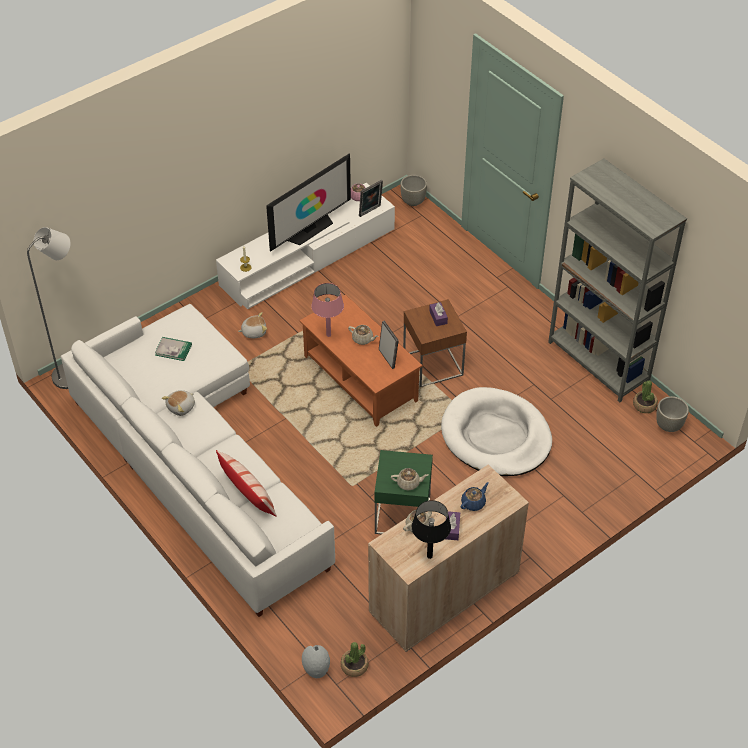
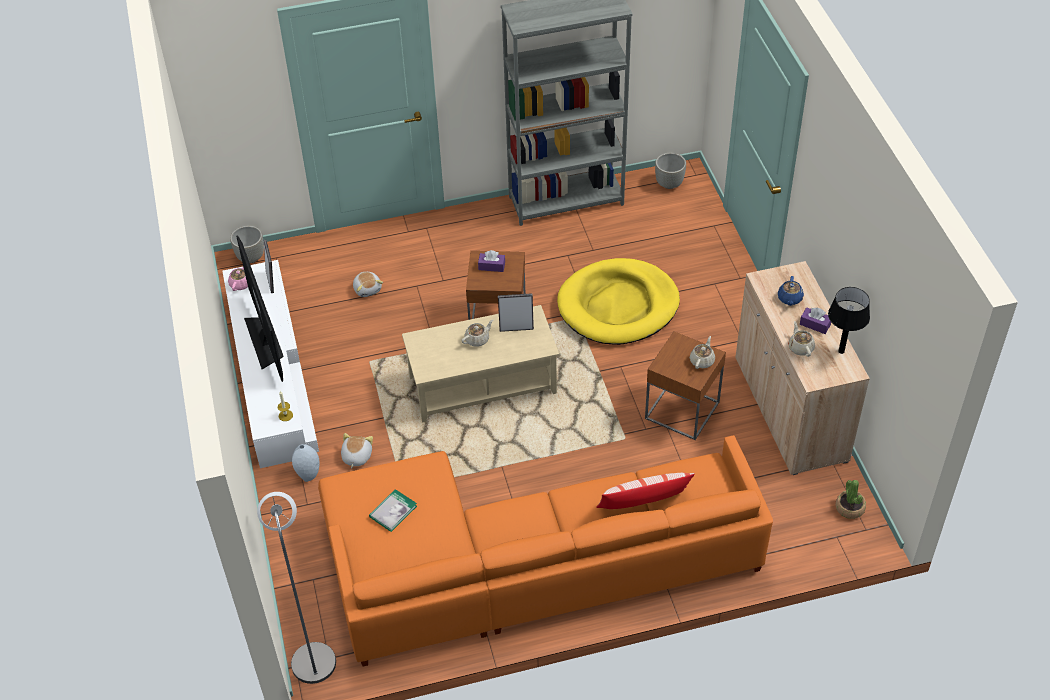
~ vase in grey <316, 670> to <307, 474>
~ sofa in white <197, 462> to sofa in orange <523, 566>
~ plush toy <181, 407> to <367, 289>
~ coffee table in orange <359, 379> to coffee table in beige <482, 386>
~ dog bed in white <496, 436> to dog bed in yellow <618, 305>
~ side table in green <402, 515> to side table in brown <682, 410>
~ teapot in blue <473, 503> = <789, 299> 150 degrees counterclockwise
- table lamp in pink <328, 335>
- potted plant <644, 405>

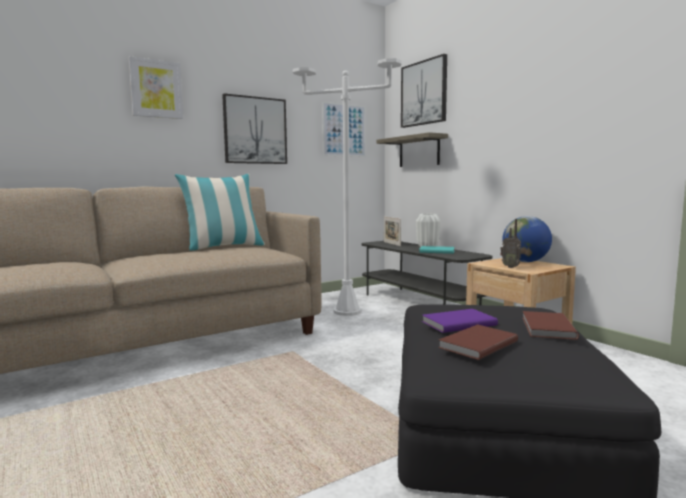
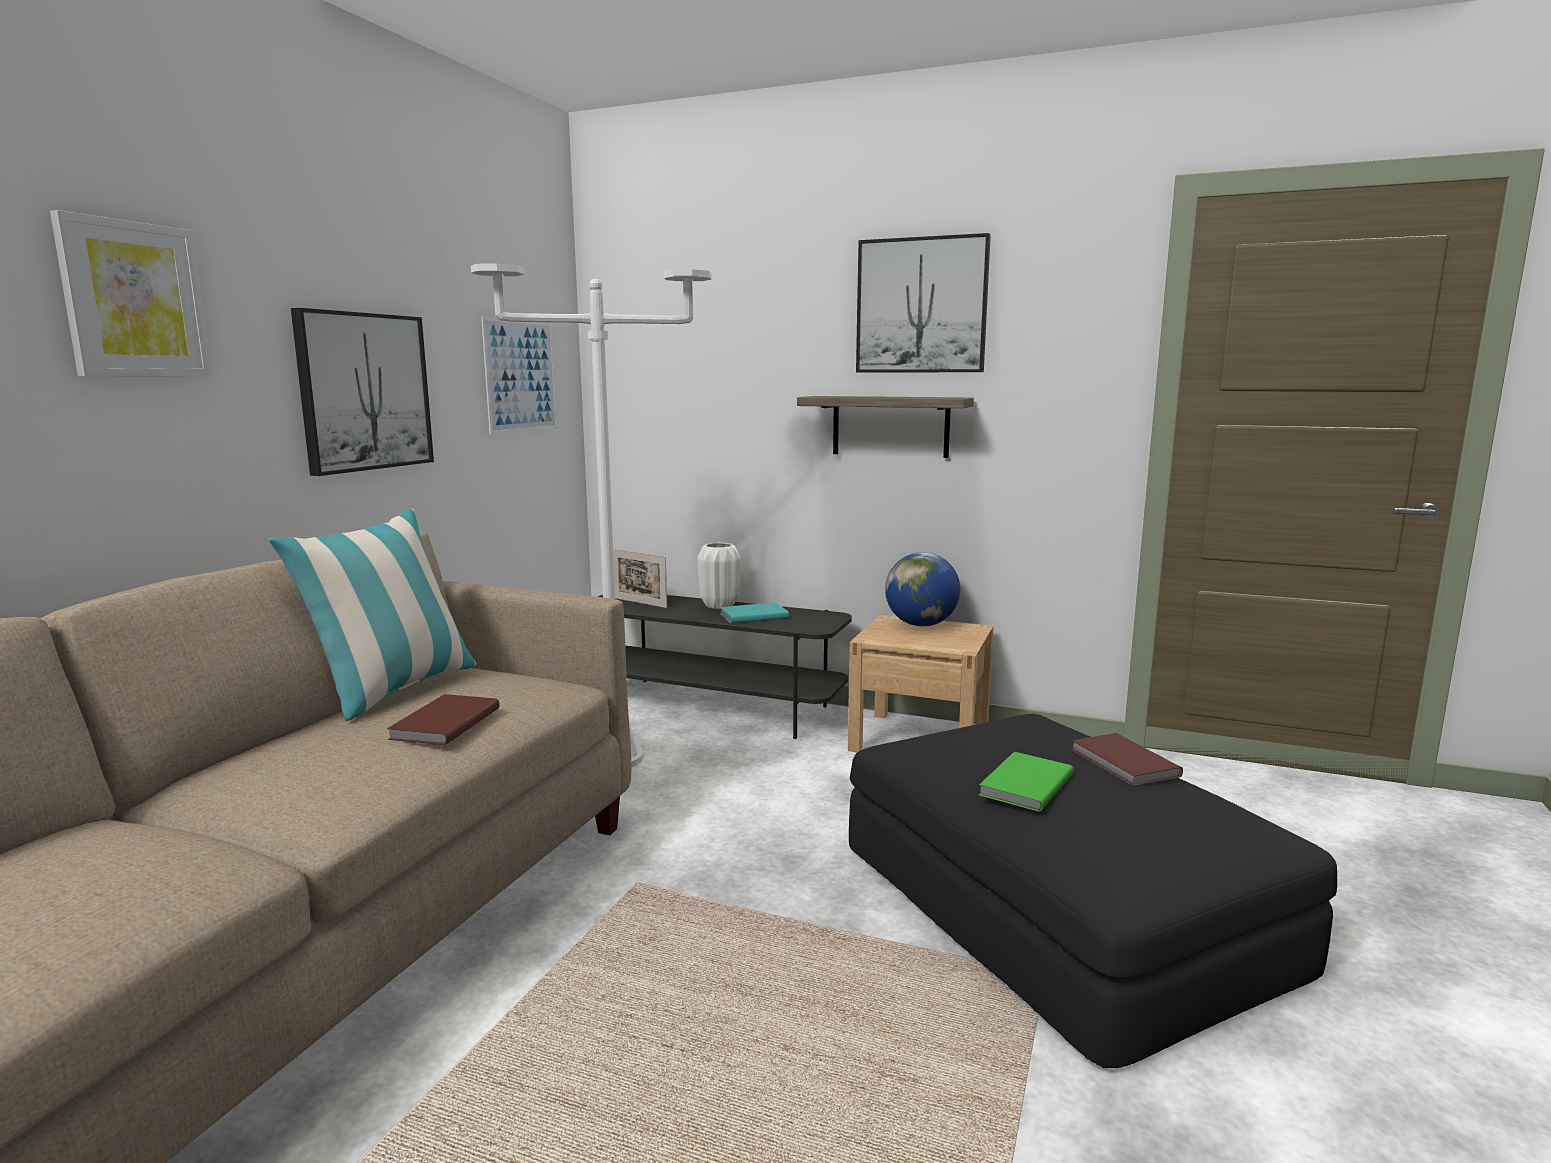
~ book in brown <476, 344> to <443, 724>
~ shelf <419, 151> to <890, 426>
~ picture <424, 93> to <921, 306>
~ book in purple <457, 323> to book in green <1023, 785>
- radio <510, 267>

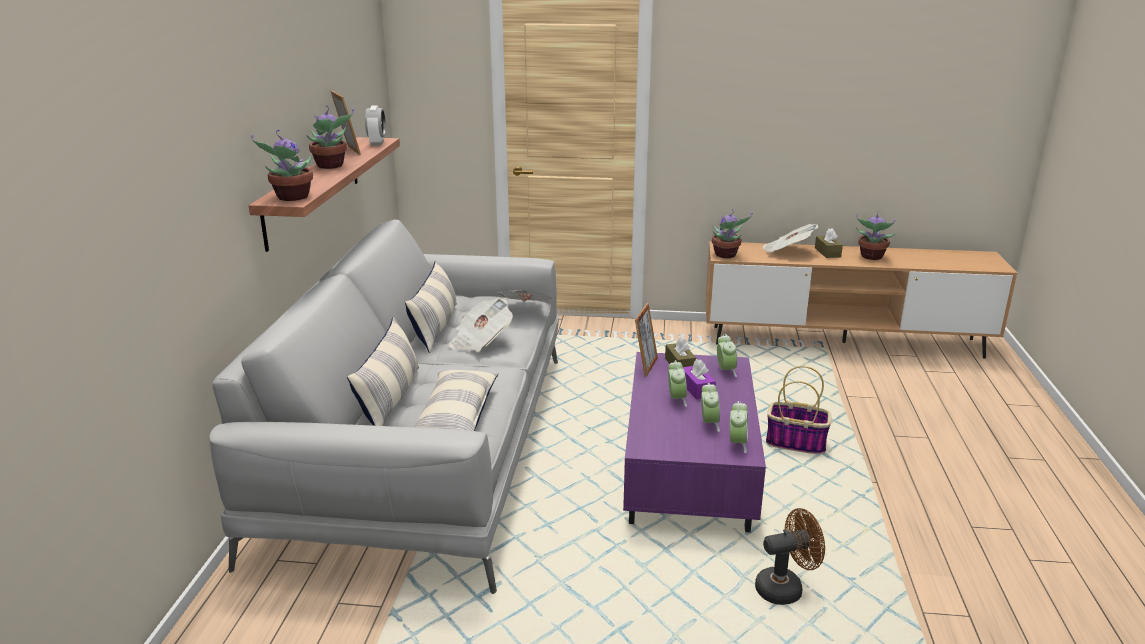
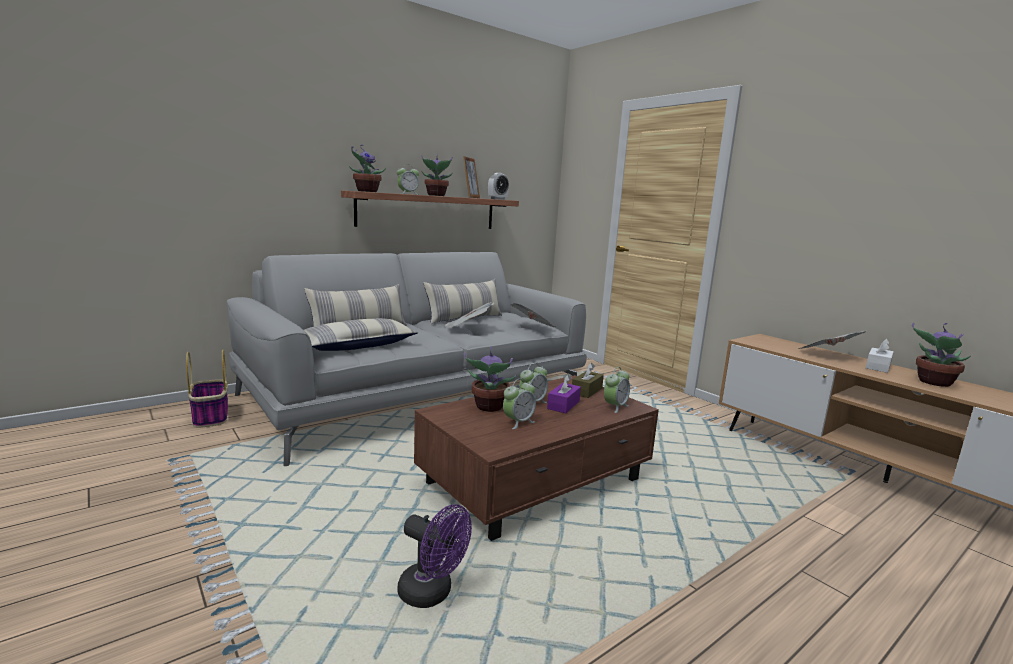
~ basket <796, 443> to <210, 417>
~ alarm clock <737, 443> to <408, 194>
~ fan in brown <785, 588> to fan in purple <432, 593>
~ coffee table in purple <689, 470> to coffee table in brown <537, 481>
~ potted plant <726, 255> to <489, 407>
~ tissue box in brown <827, 252> to tissue box in white <878, 367>
- picture frame <645, 366>

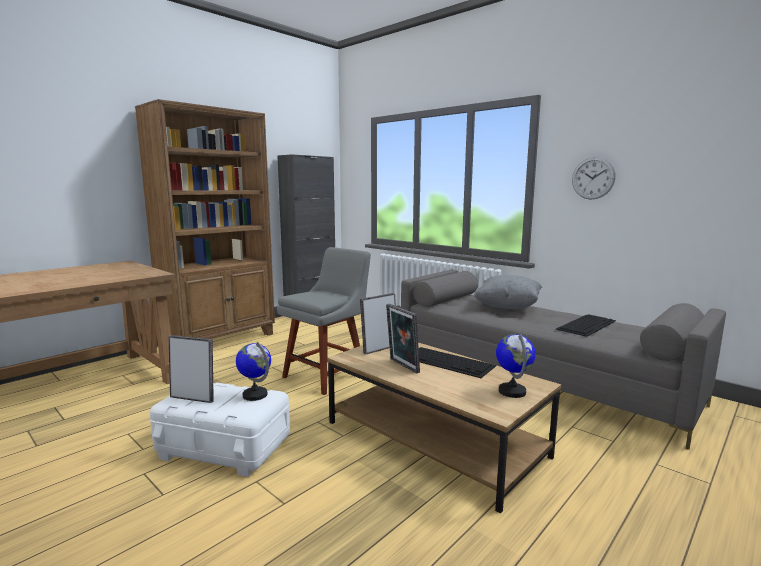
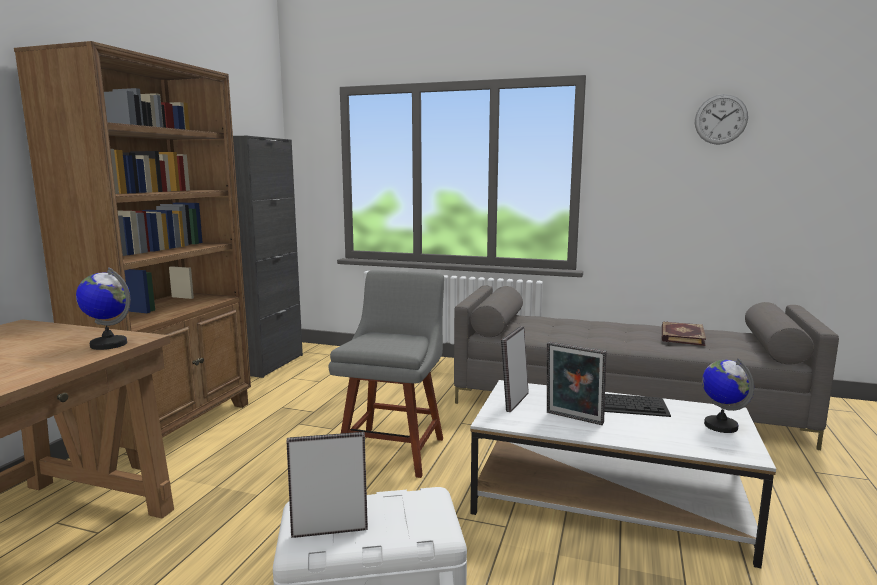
~ globe <255, 395> to <109, 344>
~ coffee table in brown <434, 438> to coffee table in white <607, 501>
~ keyboard <586, 324> to book <681, 336>
~ wall clock <593, 178> to <721, 119>
- pillow in grey <507, 307>

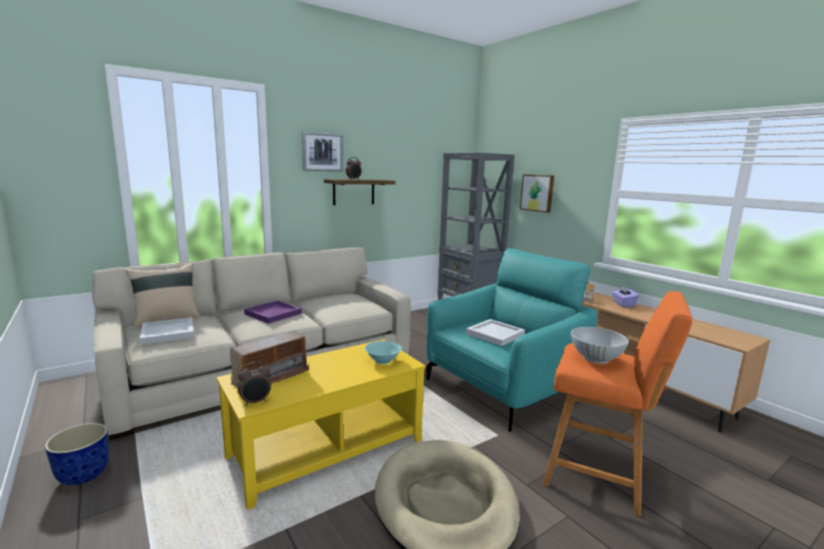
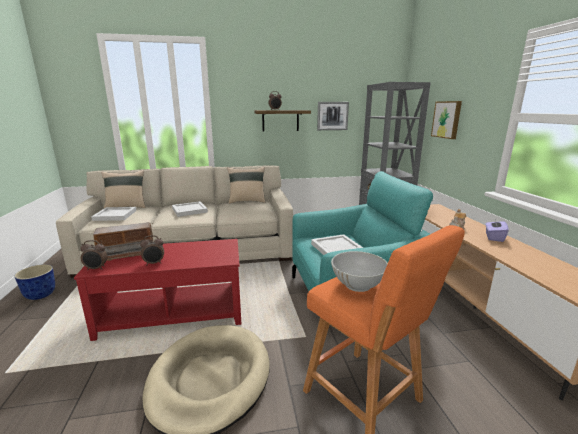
~ coffee table in yellow <327, 448> to coffee table in red <174, 313>
+ alarm clock <154, 263>
~ tray in purple <273, 313> to tray in white <190, 210>
+ pillow in beige <247, 201>
~ picture <322, 152> to <332, 116>
- bowl in turquoise <383, 360>

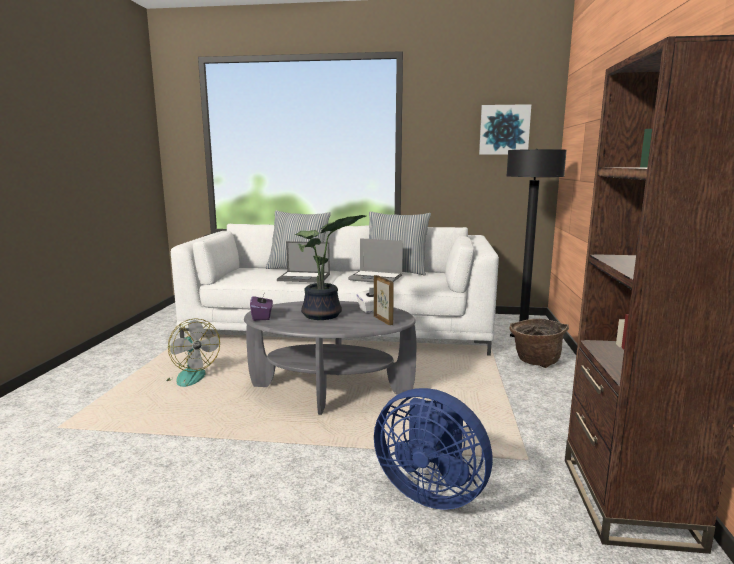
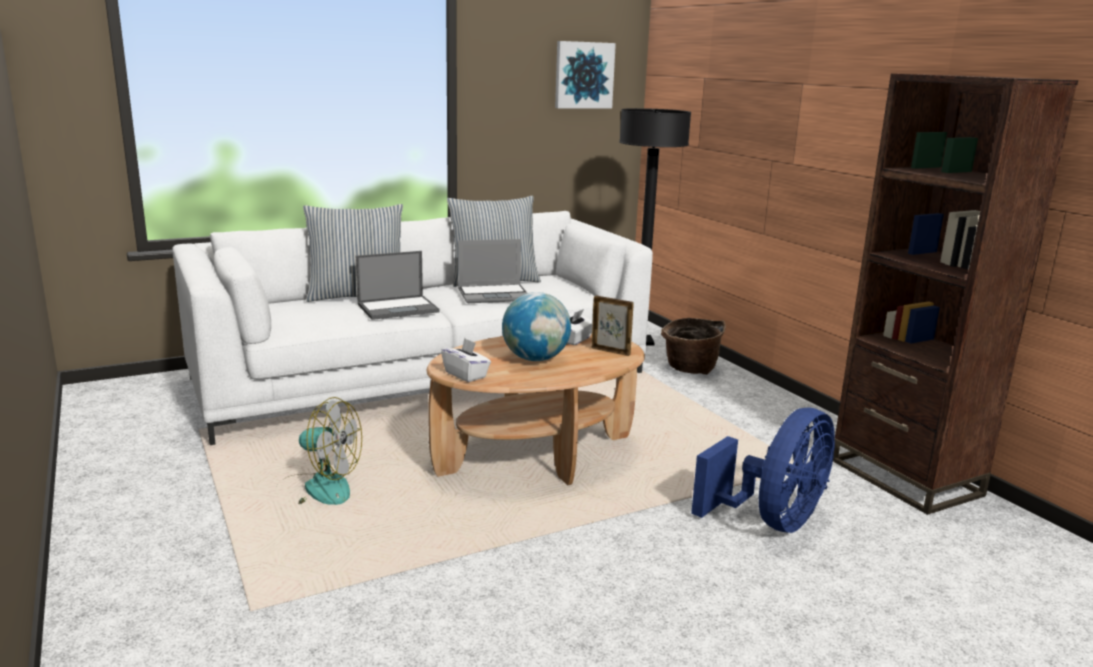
~ coffee table in grey <330, 391> to coffee table in brown <536, 456>
~ tissue box in purple <262, 316> to tissue box in white <466, 375>
~ potted plant <323, 316> to globe <535, 359>
~ fan in blue <430, 491> = <772, 521> 45 degrees counterclockwise

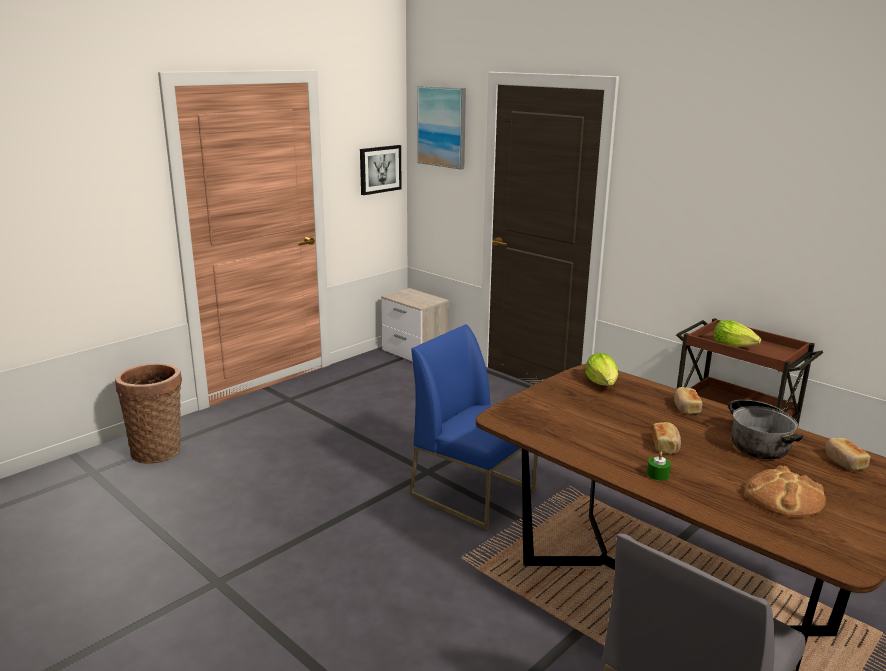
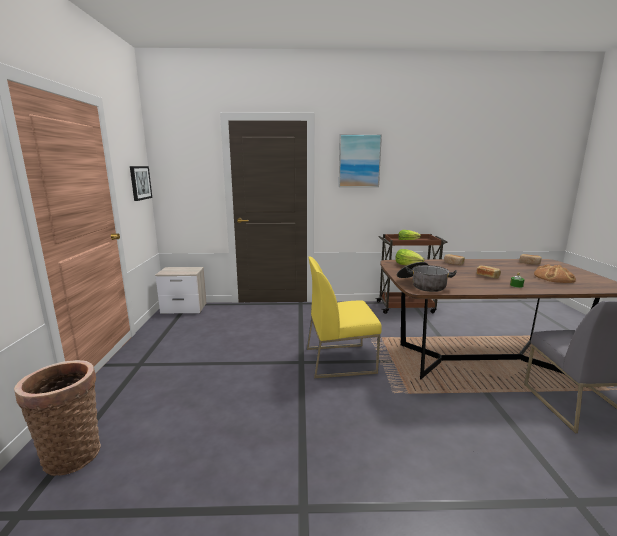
~ chair in blue <474, 492> to chair in yellow <340, 360>
~ picture <442, 126> to <359, 161>
~ cooking pot <757, 441> to <422, 285>

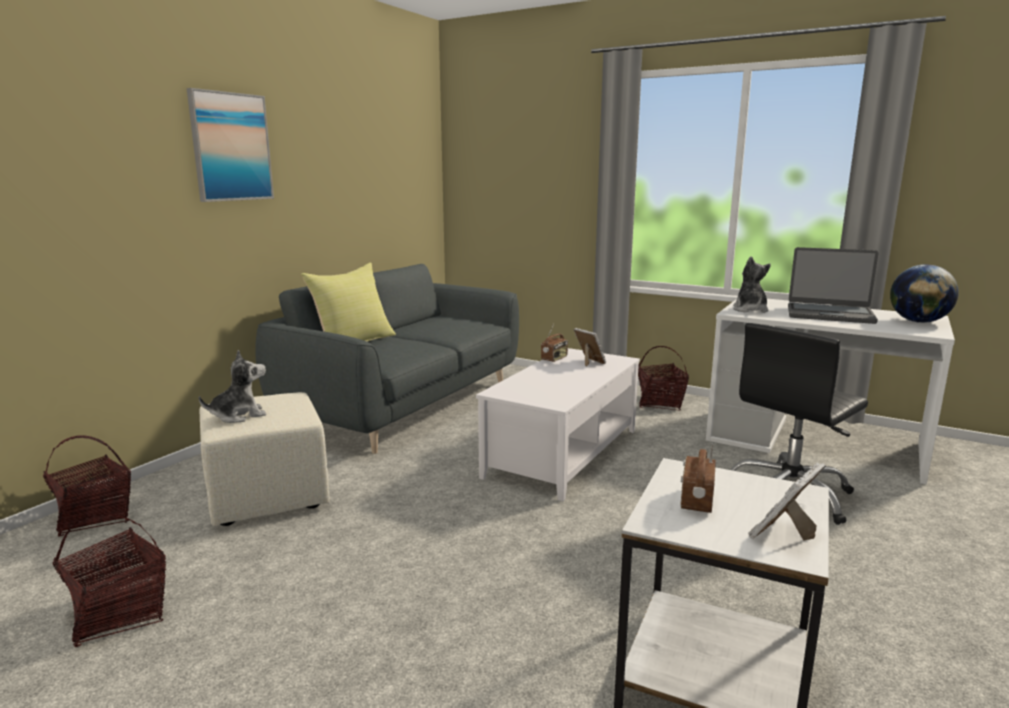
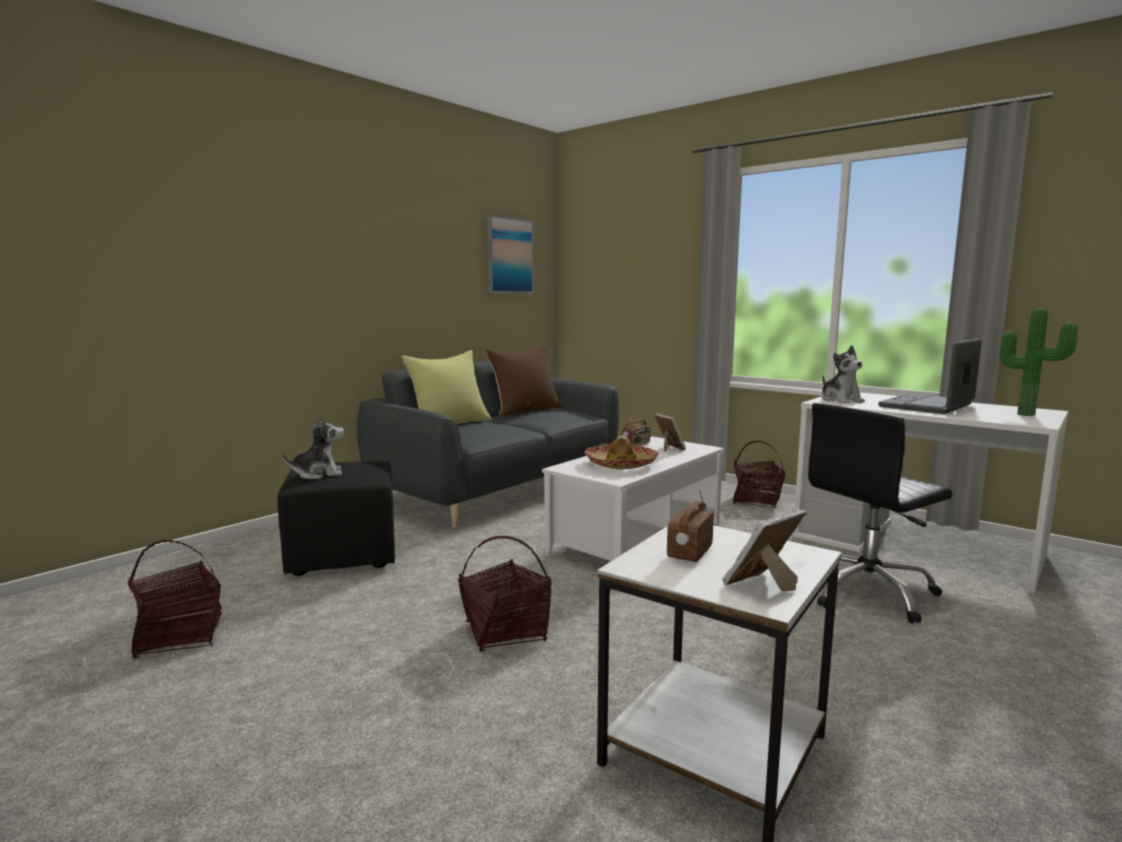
~ ottoman in beige <266, 496> to ottoman in black <343, 555>
~ basket <95, 518> to <506, 632>
+ pillow in brown <525, 411>
~ picture <231, 147> to <509, 256>
+ hat <621, 464>
~ plush toy <750, 310> = <840, 400> 150 degrees clockwise
~ laptop <829, 314> = <927, 406> 105 degrees clockwise
~ globe <918, 322> to potted plant <1027, 414>

